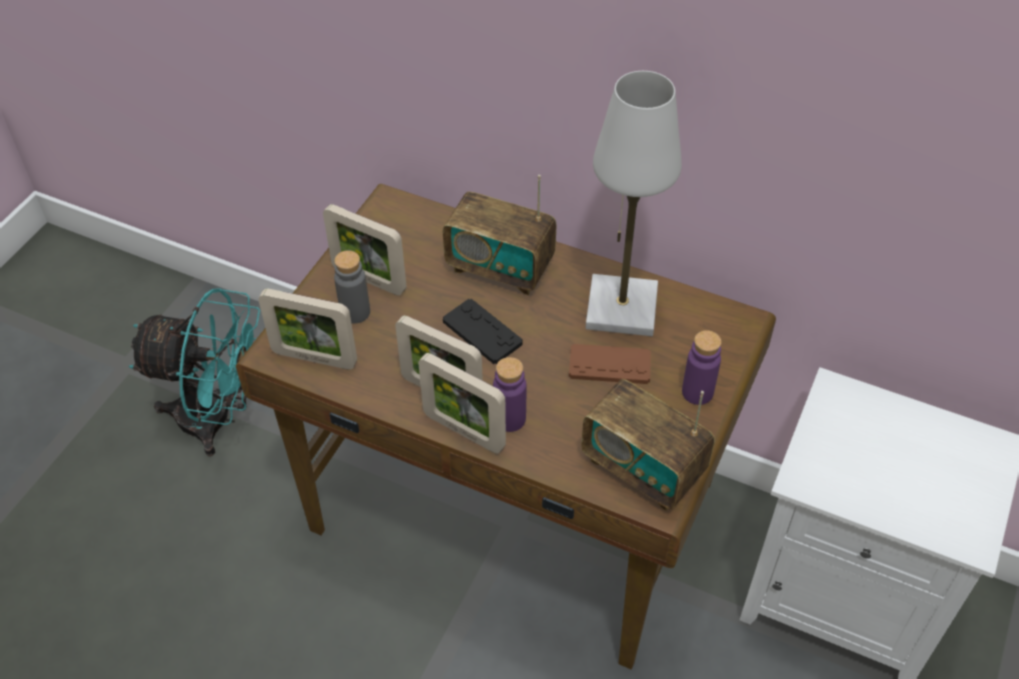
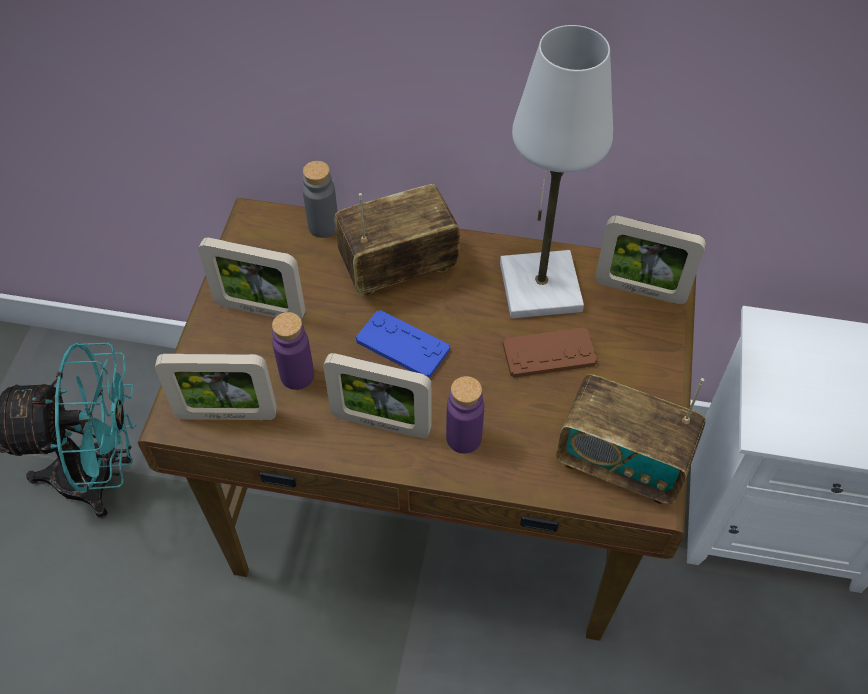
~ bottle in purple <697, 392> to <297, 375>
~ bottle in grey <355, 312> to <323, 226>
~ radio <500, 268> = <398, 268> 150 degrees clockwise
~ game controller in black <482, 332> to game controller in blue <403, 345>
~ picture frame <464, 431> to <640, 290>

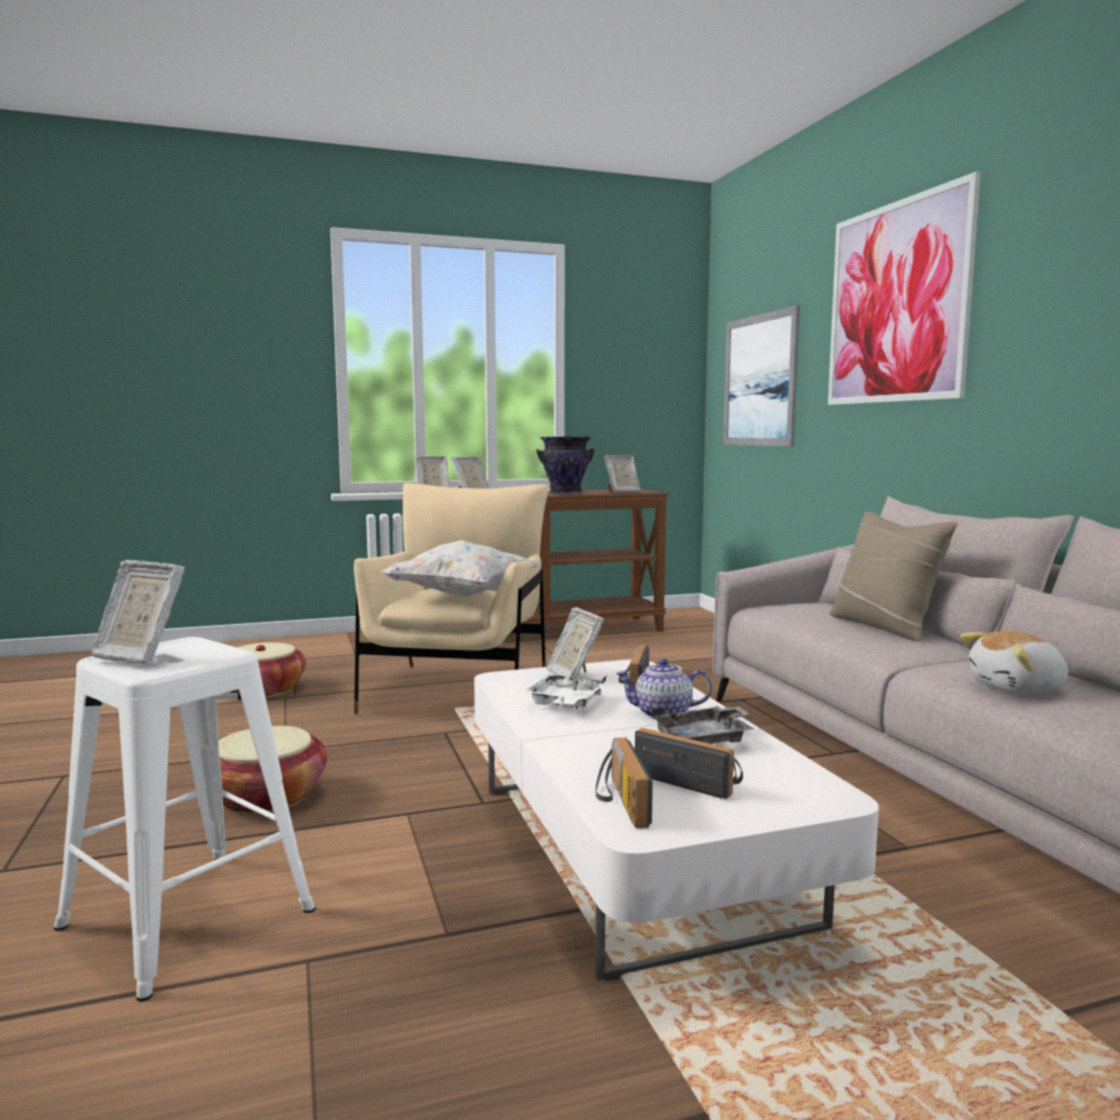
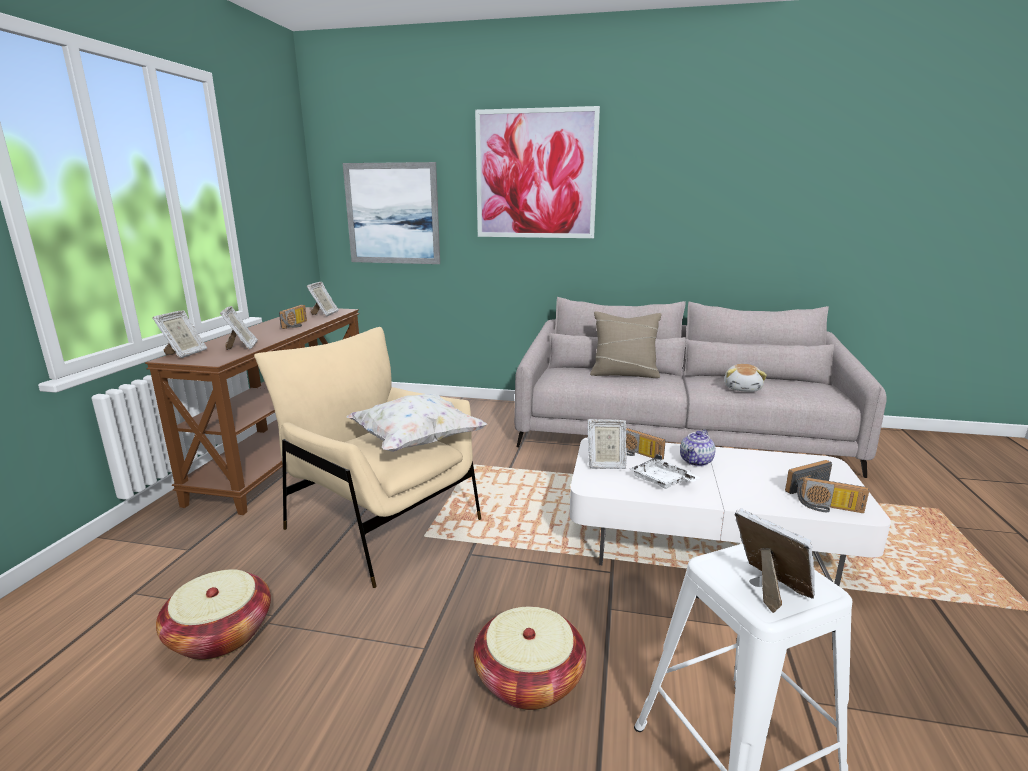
~ vase <565, 493> to radio <297, 325>
~ picture frame <139, 657> = <771, 591> 90 degrees counterclockwise
- tray in grey <704, 739>

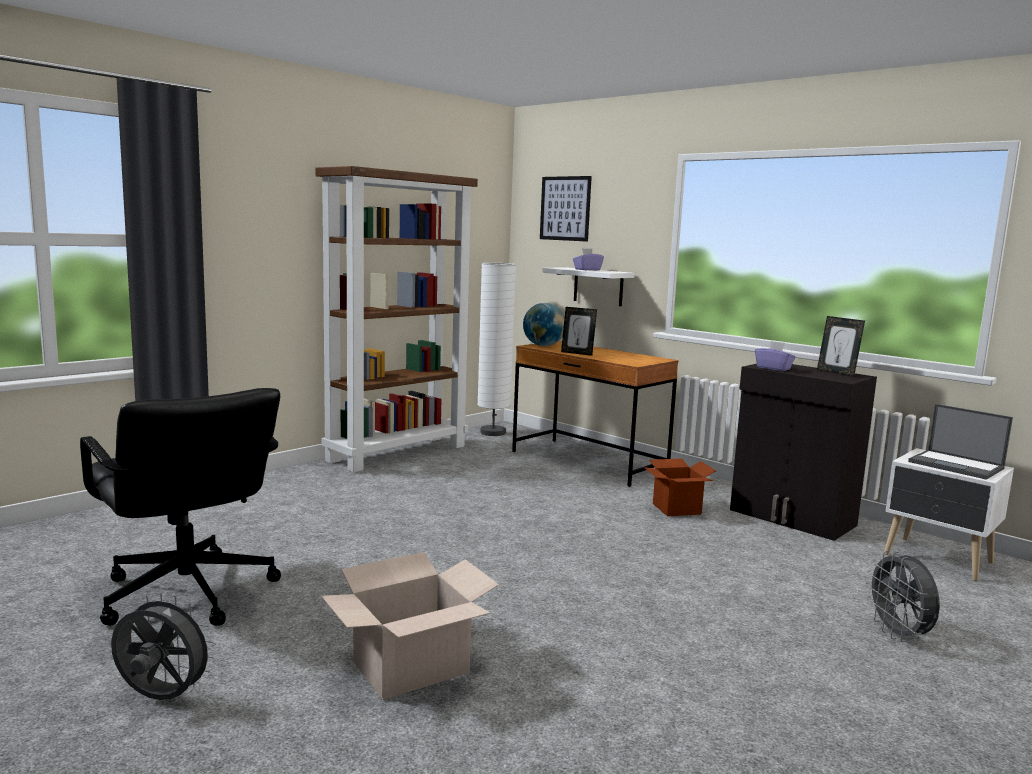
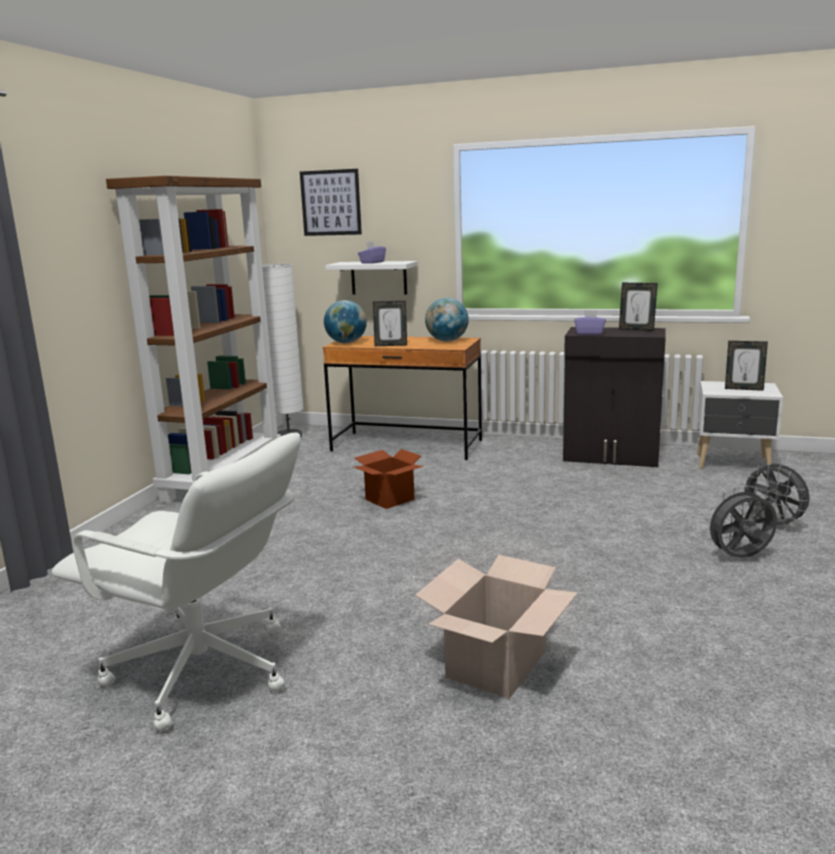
~ office chair in black <187, 594> to office chair in white <202, 673>
~ cardboard box <676, 509> to <390, 499>
+ globe <447, 341>
~ fan in grey <161, 699> to <740, 558>
~ laptop <957, 465> to picture frame <743, 389>

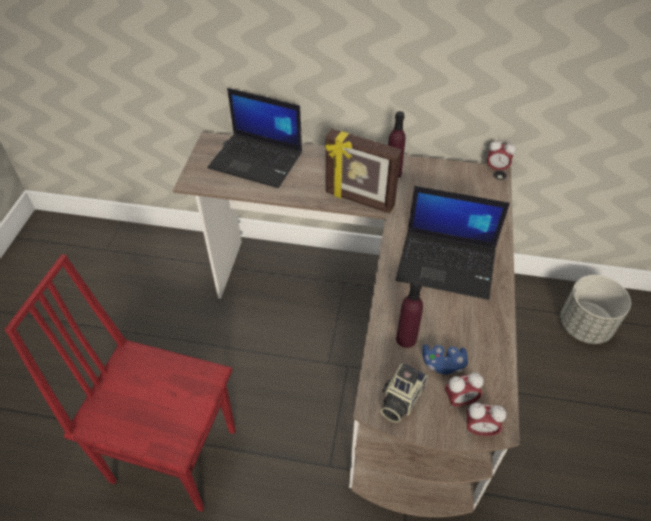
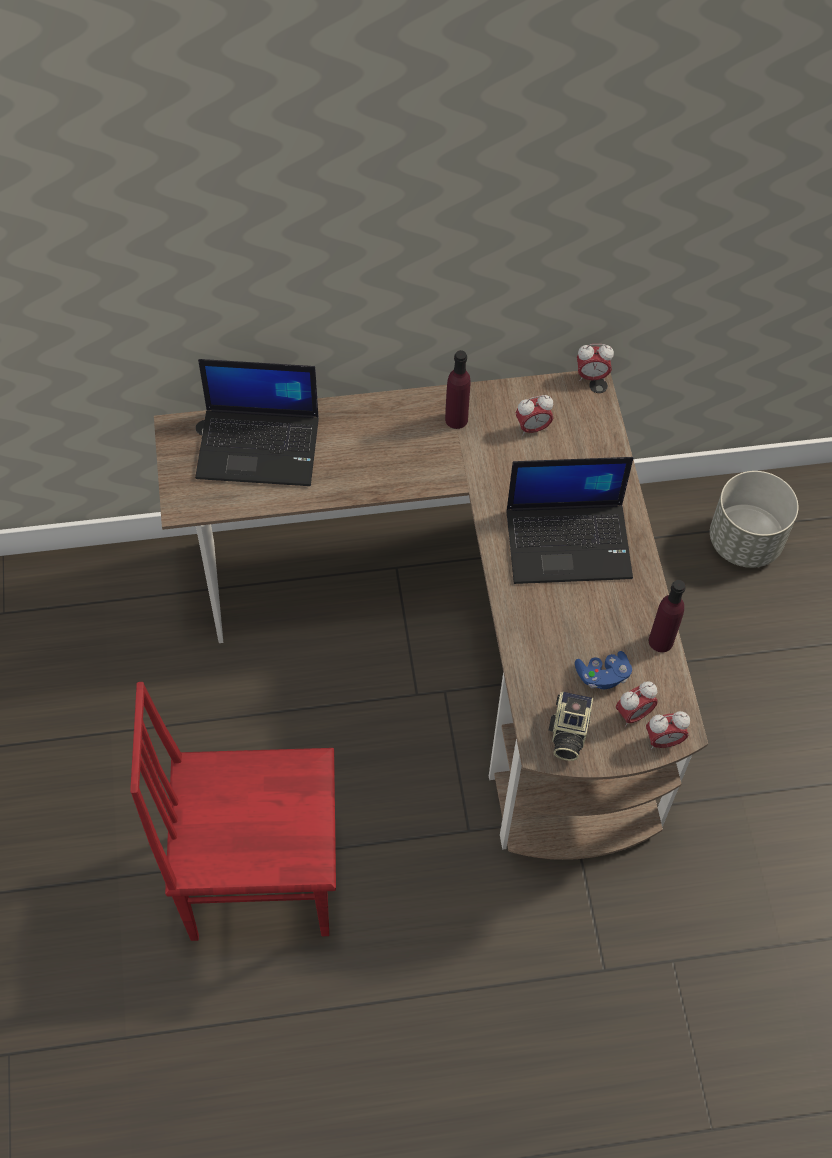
+ alarm clock <532, 428>
~ bottle in purple <406, 339> to <661, 641>
- picture frame <359, 200>

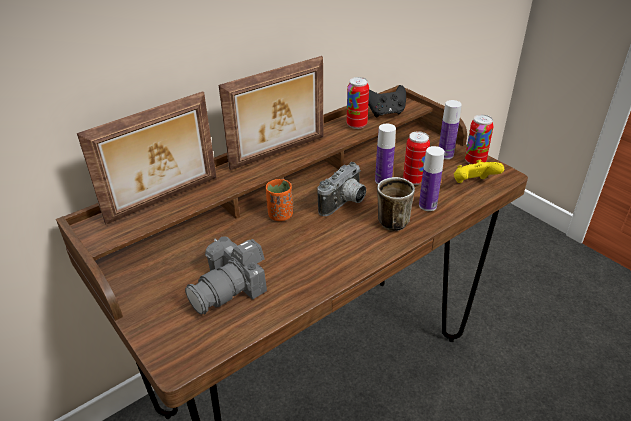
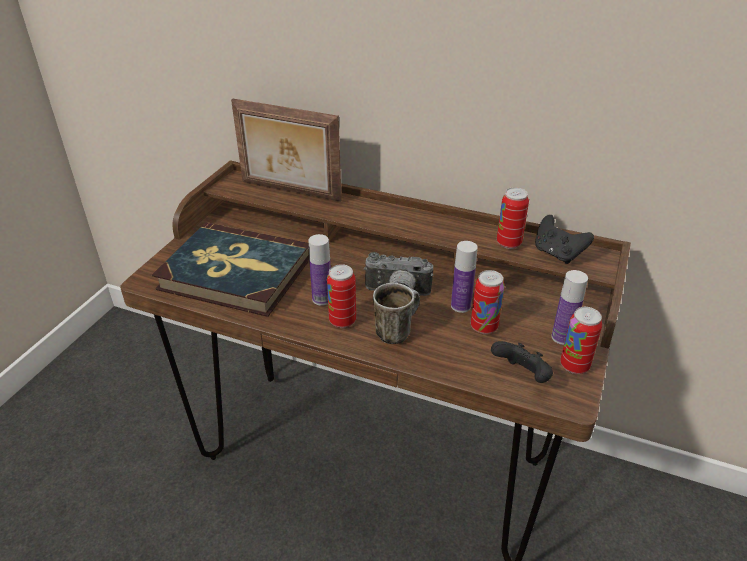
~ photo camera <230, 288> to book <235, 273>
~ bottle <427, 205> to <322, 299>
+ can <342, 321>
~ game controller in yellow <473, 184> to game controller in black <522, 376>
- picture frame <279, 153>
- cup in orange <280, 215>

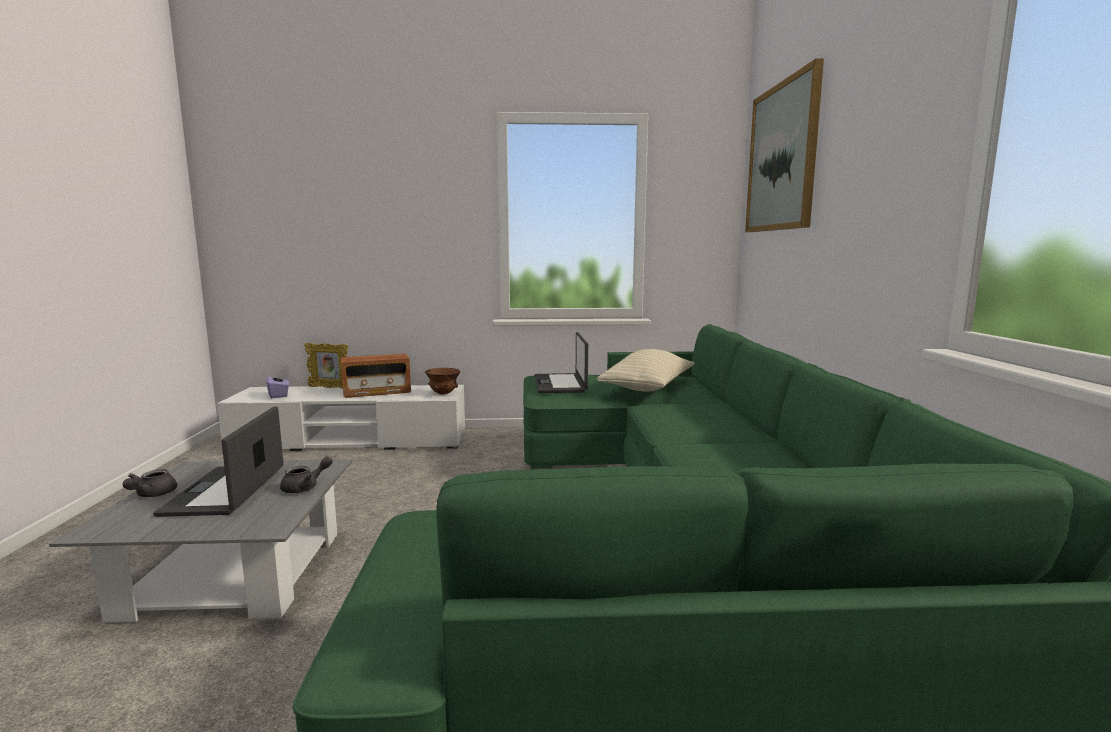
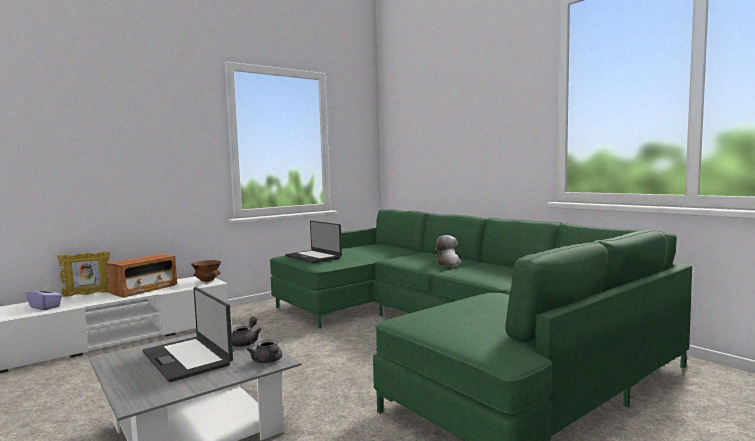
~ teapot in grey <151, 495> to <268, 361>
+ plush toy <448, 264>
- pillow in beige <648, 388>
- picture <782, 157>

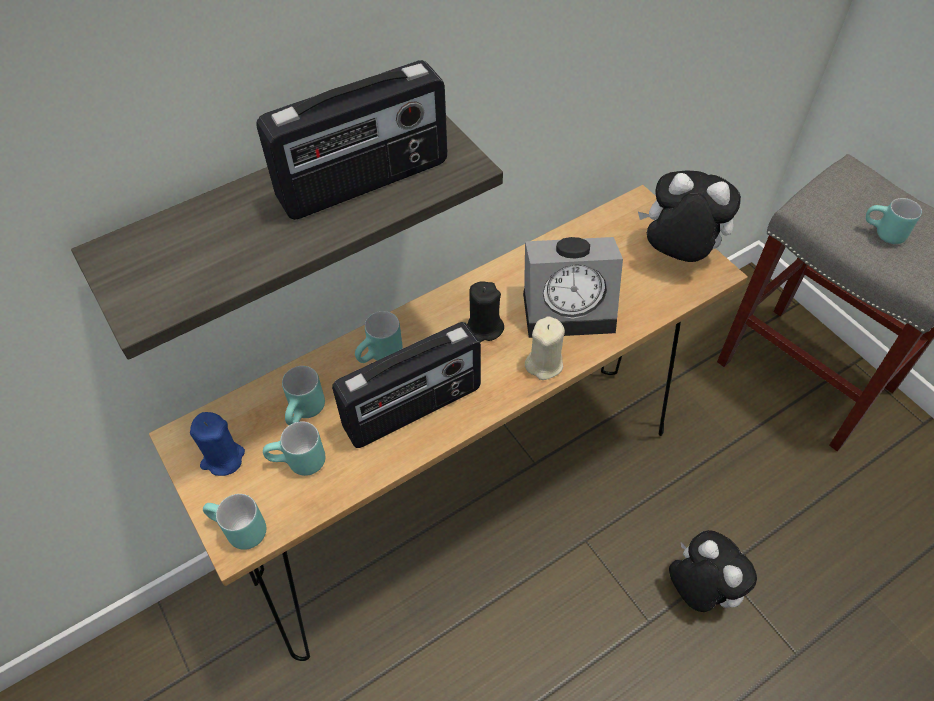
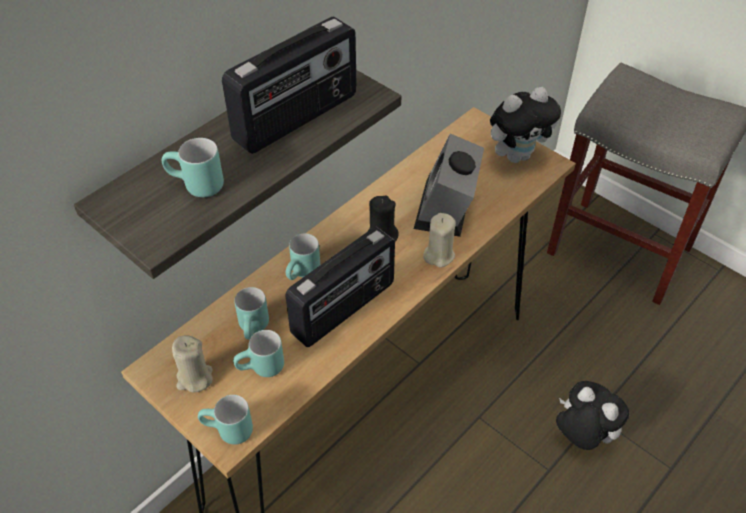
~ mug in turquoise <882, 234> to <195, 187>
~ candle in blue <223, 458> to candle in beige <194, 378>
~ alarm clock <571, 308> = <446, 210> 120 degrees clockwise
~ plush toy <677, 254> = <517, 155> 150 degrees clockwise

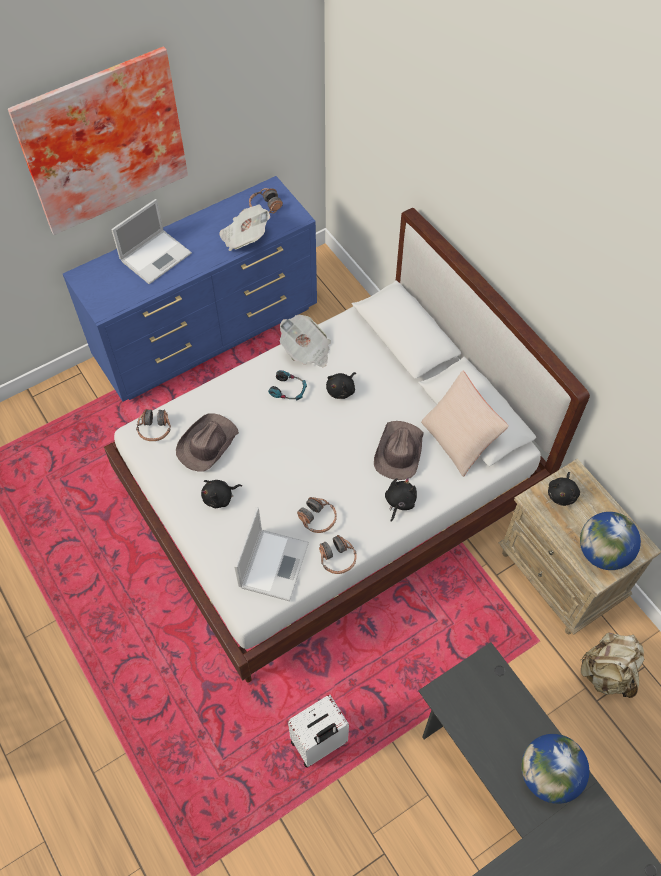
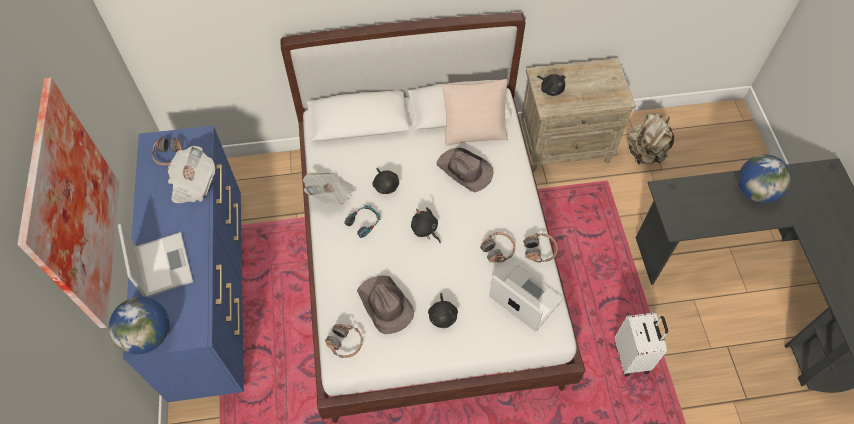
~ globe <602, 552> to <148, 335>
~ plush toy in black <399, 502> to <425, 230>

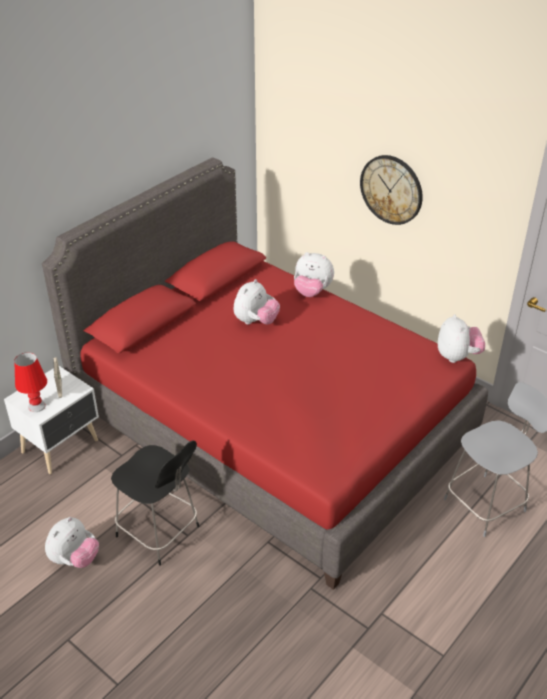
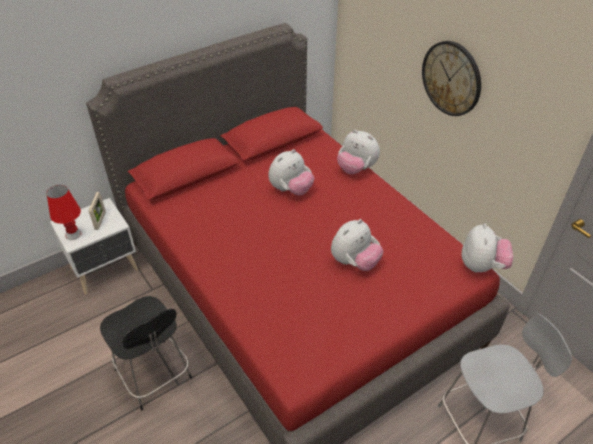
~ plush toy <74, 559> to <354, 262>

